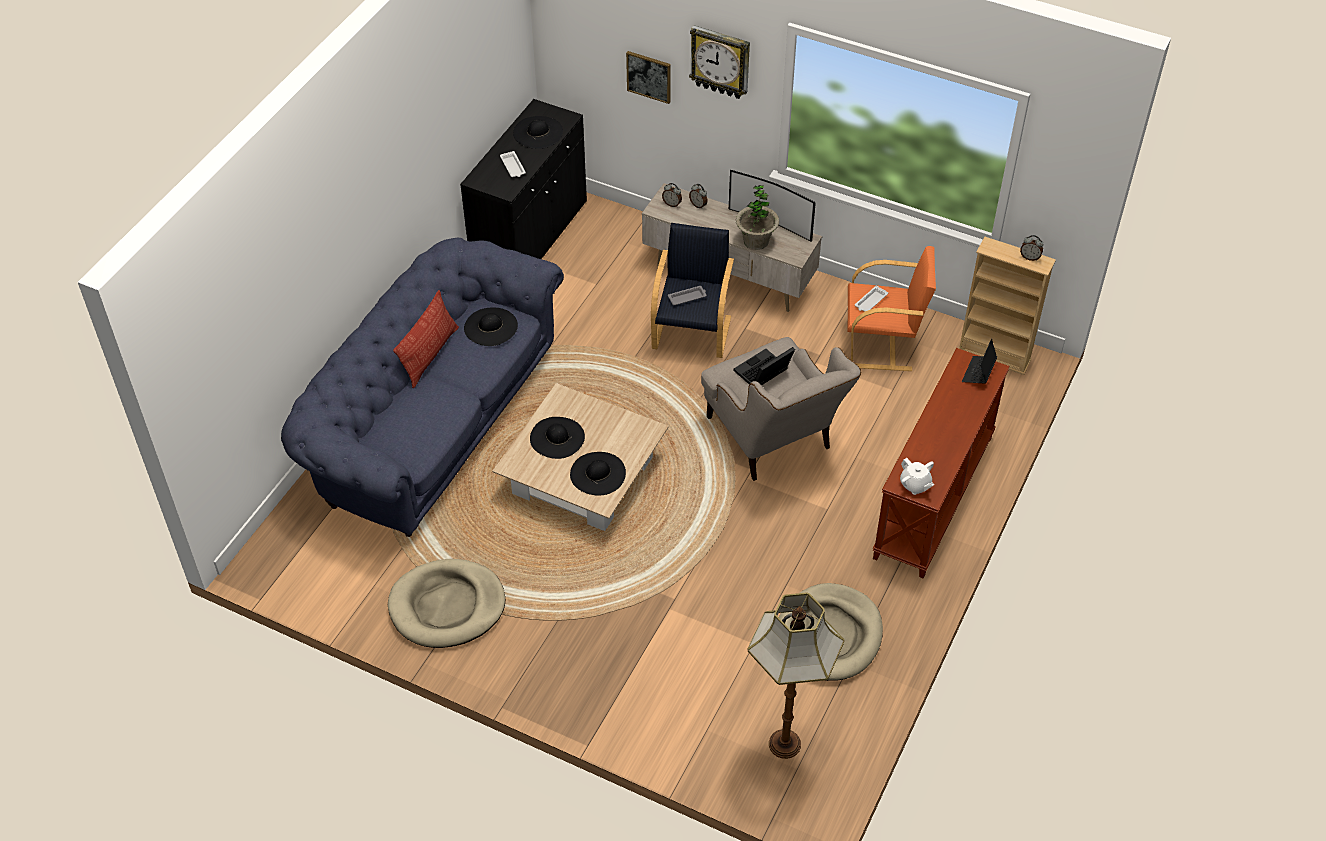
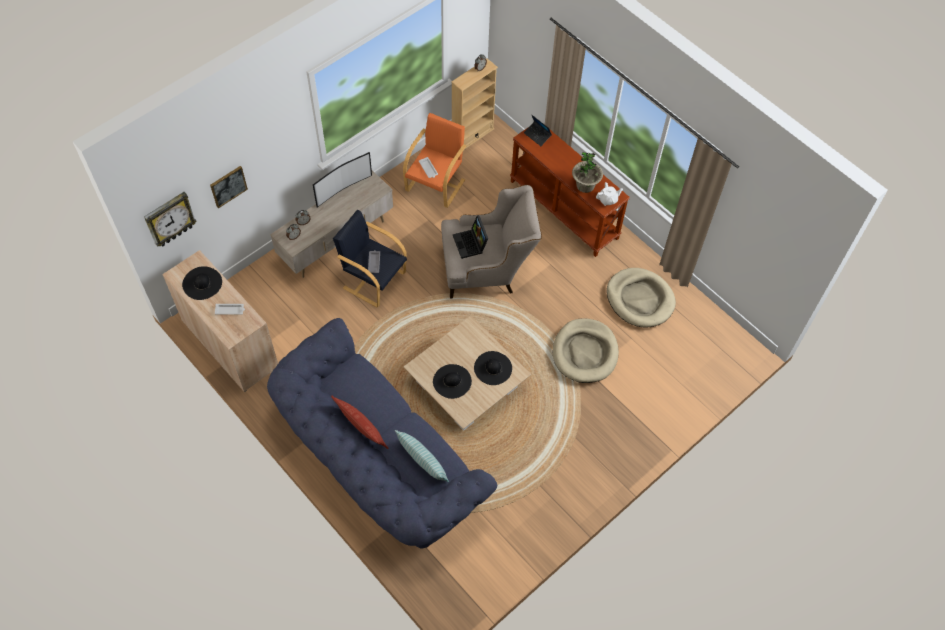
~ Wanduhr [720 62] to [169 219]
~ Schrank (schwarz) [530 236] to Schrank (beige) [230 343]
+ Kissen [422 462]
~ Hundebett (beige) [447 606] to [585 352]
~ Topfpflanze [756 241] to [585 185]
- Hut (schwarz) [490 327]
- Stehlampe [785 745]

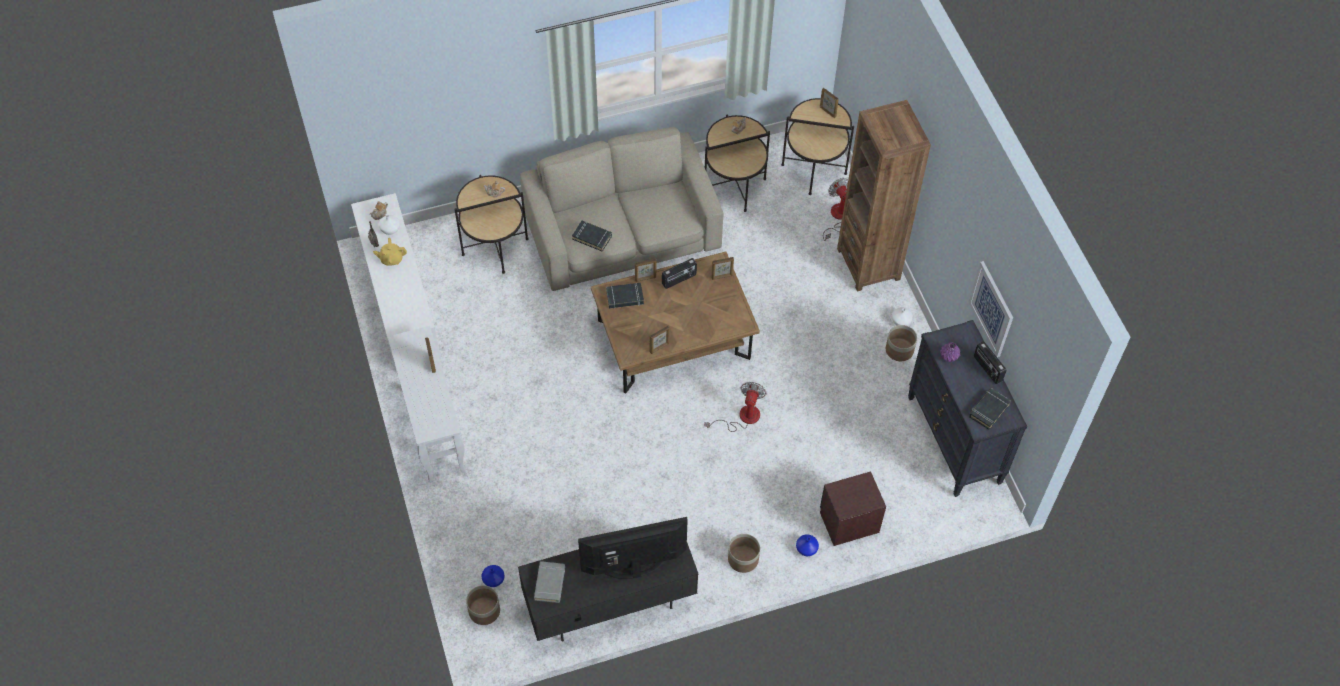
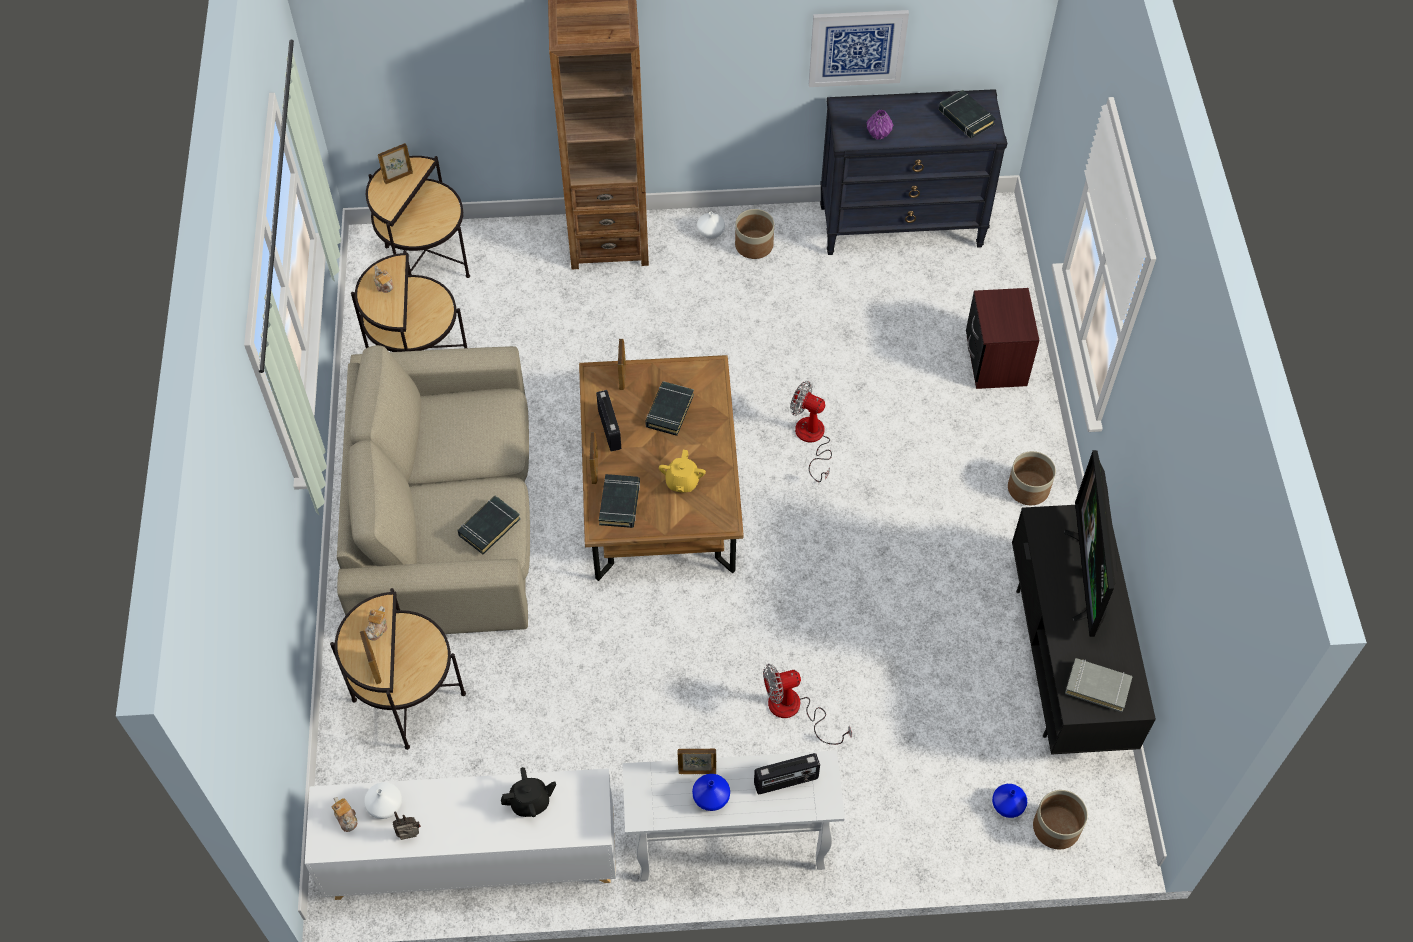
~ Bilderrahmen [659 348] to [374 668]
+ Teekanne (schwarz) [530 802]
+ Buch (schwarz) [669 411]
~ Teekanne (gelb) [391 259] to [682 482]
~ Vase (blau) [806 549] to [712 798]
~ Radio [987 369] to [786 782]
~ Ventilator [837 217] to [794 710]

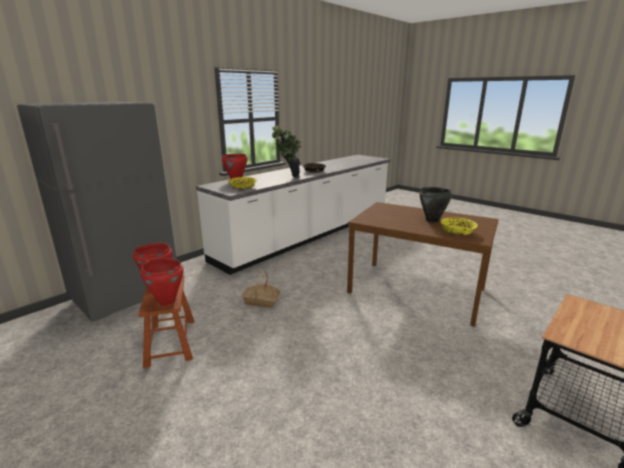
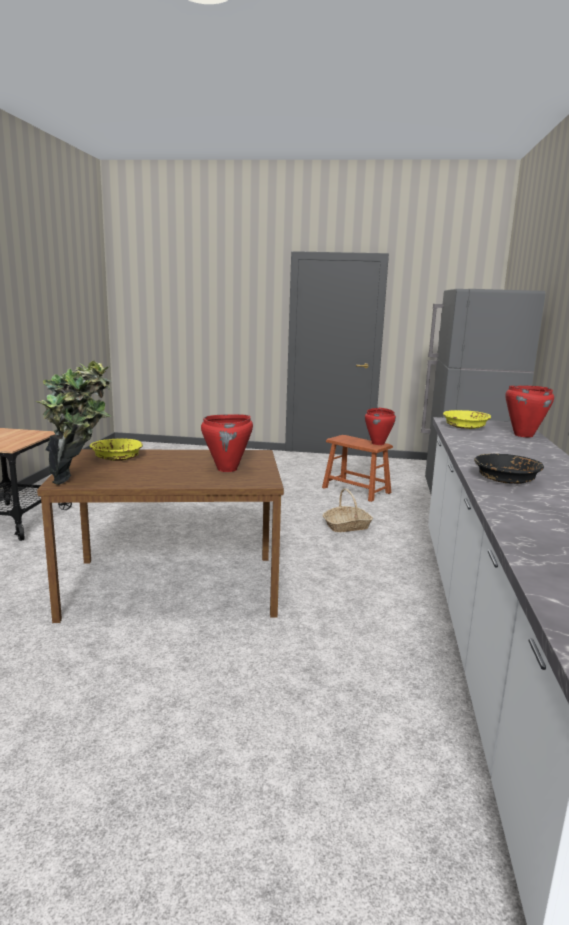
~ Topfpflanze [287 177] to [79 478]
~ Kochtopf (rot) [167 301] to [227 469]
- Kochtopf (schwarz) [432 220]

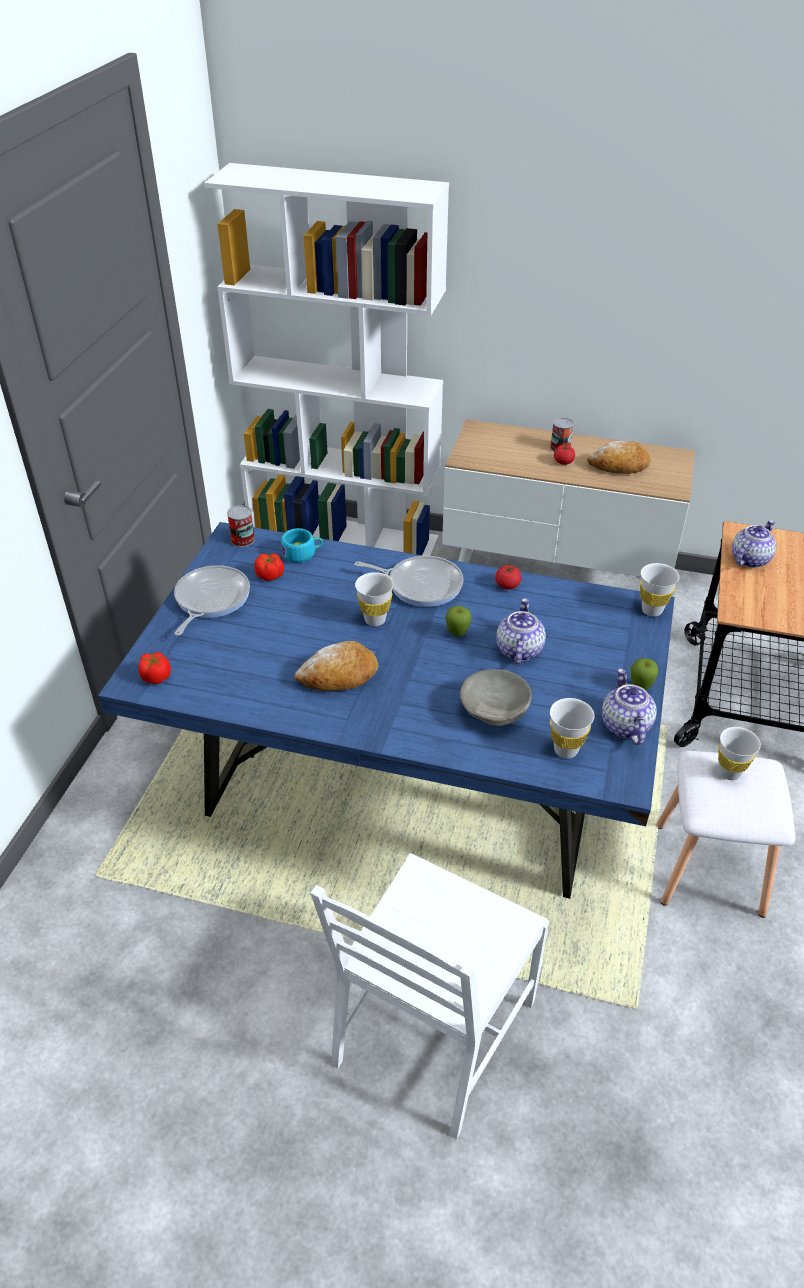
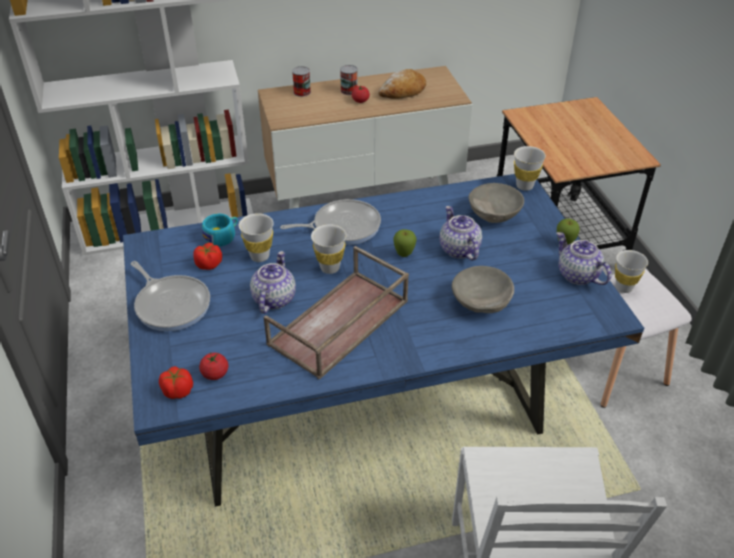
~ Pfanne [210 599] = [171 304] 150 degrees clockwise
~ Tomate [507 585] to [215 374]
~ Tasse (weiß) [566 750] to [259 256]
~ Teekanne [749 559] to [273 298]
~ Brot [339 676] to Tablett (braun) [339 324]
~ Dose [242 539] to [302 92]
+ Schüssel (grau) [495 214]

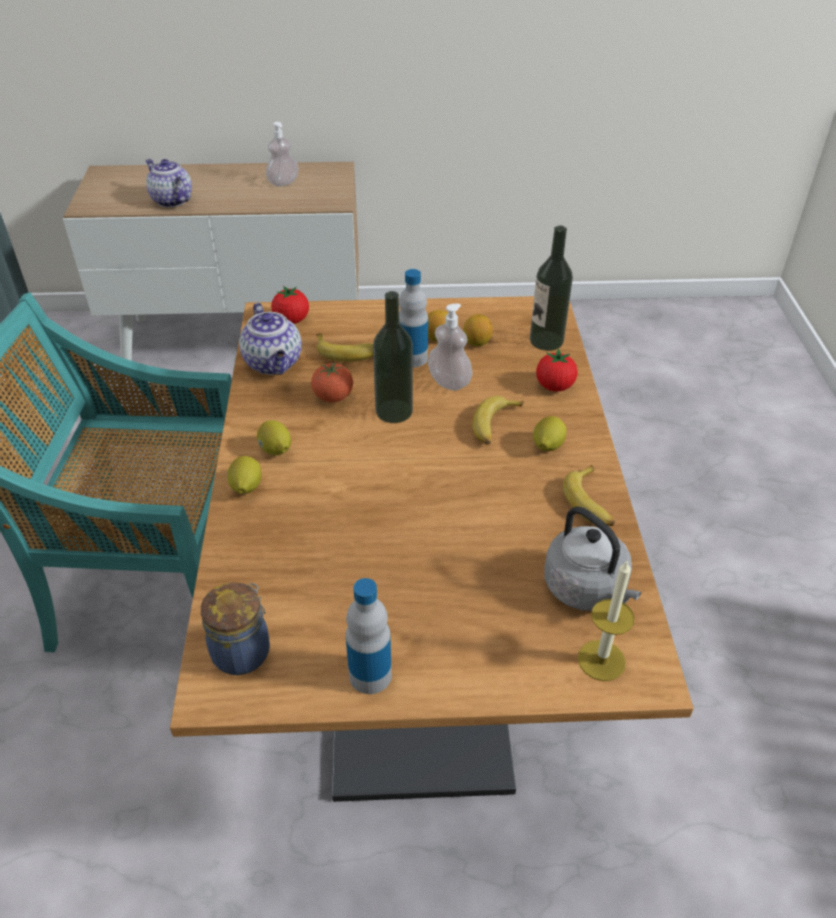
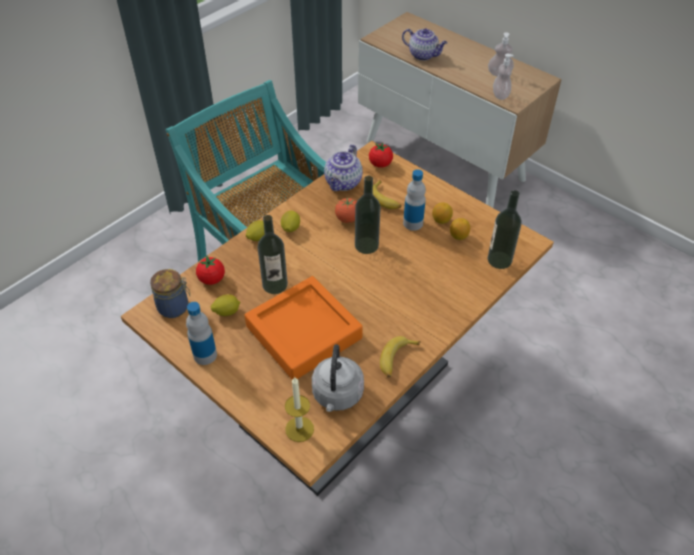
~ Tomate [554 386] to [212 279]
~ Zitrone [547 446] to [227 312]
+ Tablett (orange) [304 332]
+ Flasche [275 285]
~ Teekanne [171 200] = [423 55] 120 degrees clockwise
~ Seifenspender [449 382] to [500 95]
- Banane [494 426]

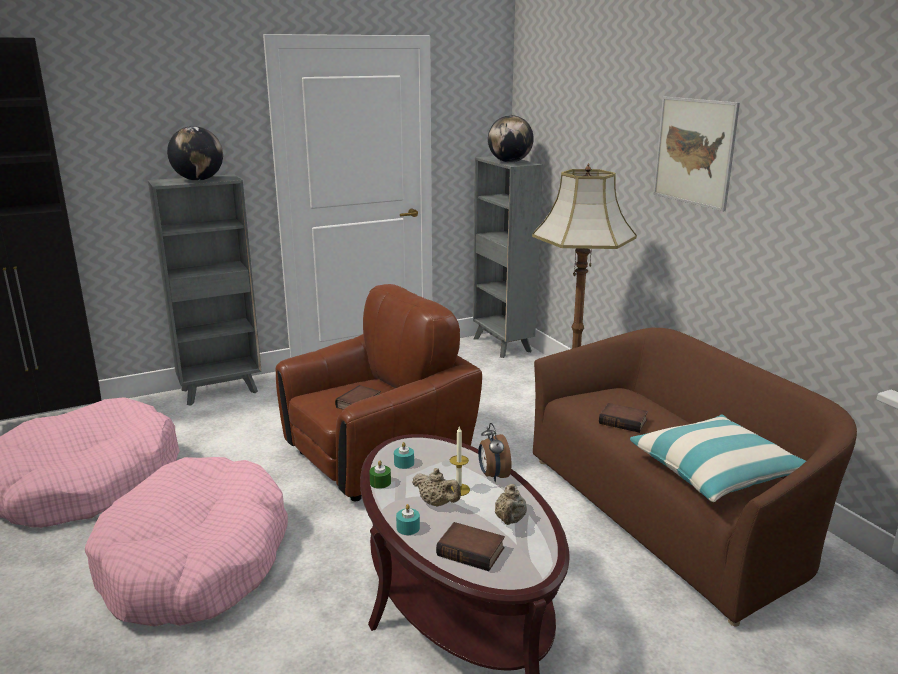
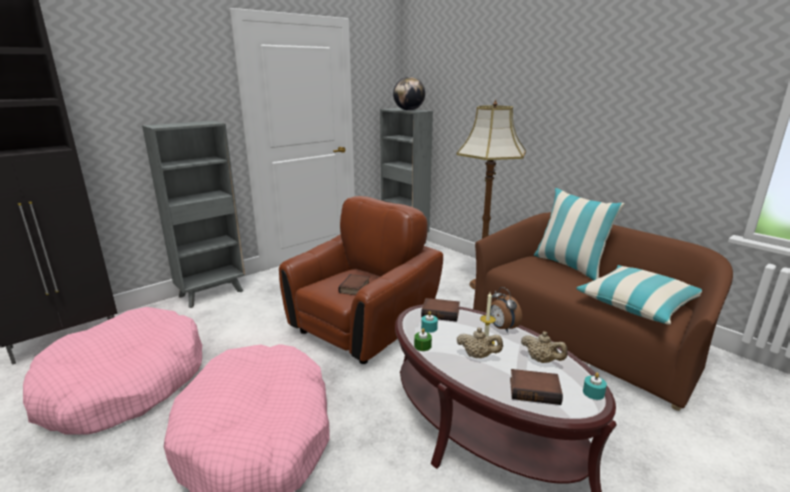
~ Buch [624 421] to [441 313]
~ Teekanne (beige) [510 520] = [542 360] 45 degrees counterclockwise
+ Kissen [569 265]
~ Kerze (türkis) [408 528] to [593 393]
- Globus [198 180]
- Bild [694 152]

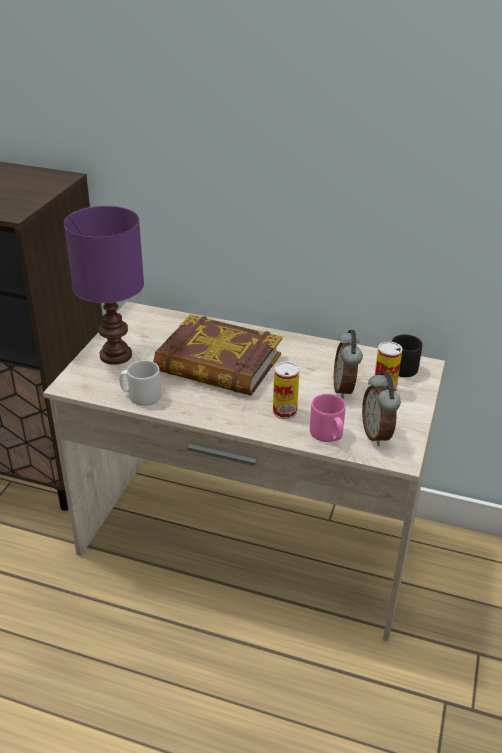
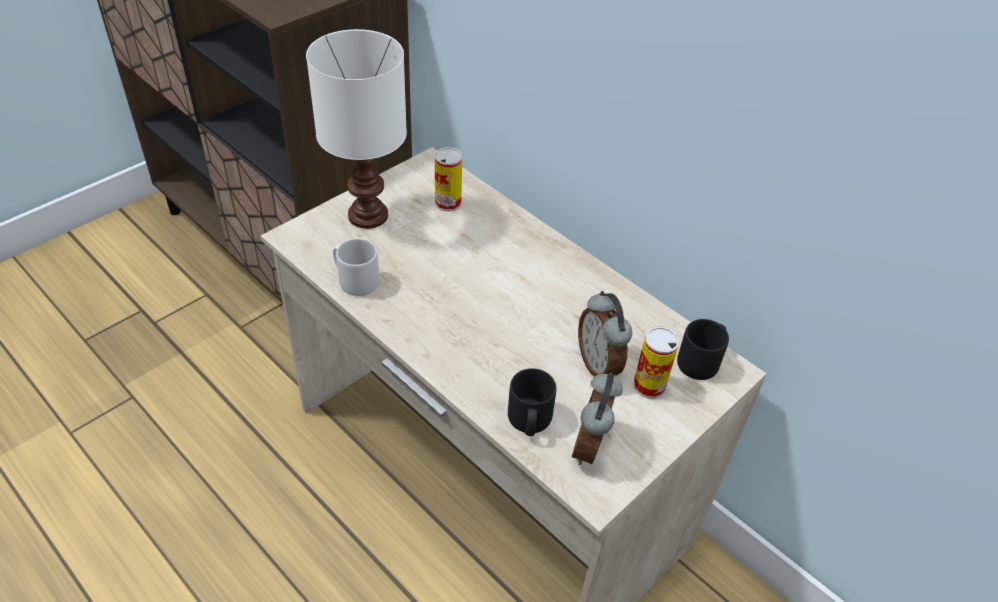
~ Tischlampe (lila) [114 356] to Tischlampe (weiß) [366 216]
~ Dose [284 411] to [448 202]
~ Henkelbecher (rosa) [328 435] to Henkelbecher (schwarz) [529 421]
~ Wecker [345 389] = [599 364] 45 degrees counterclockwise
- Buch [218 364]

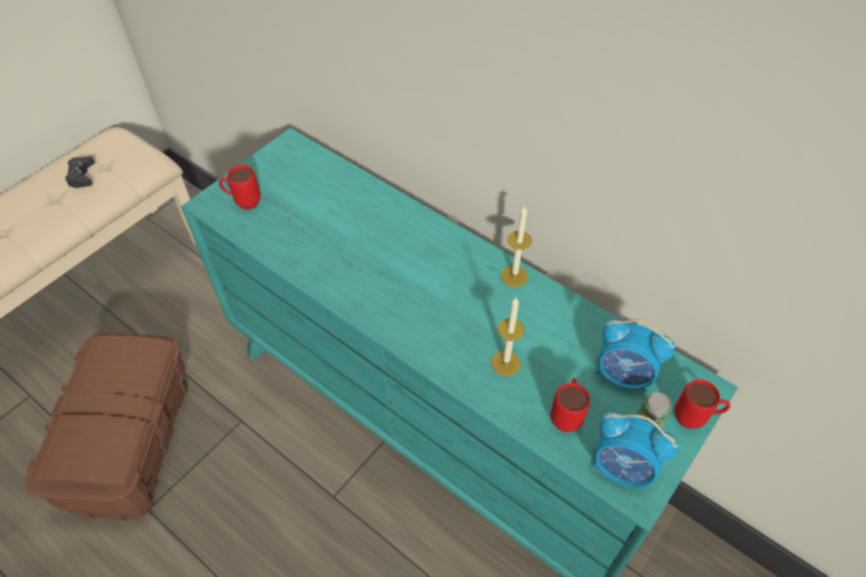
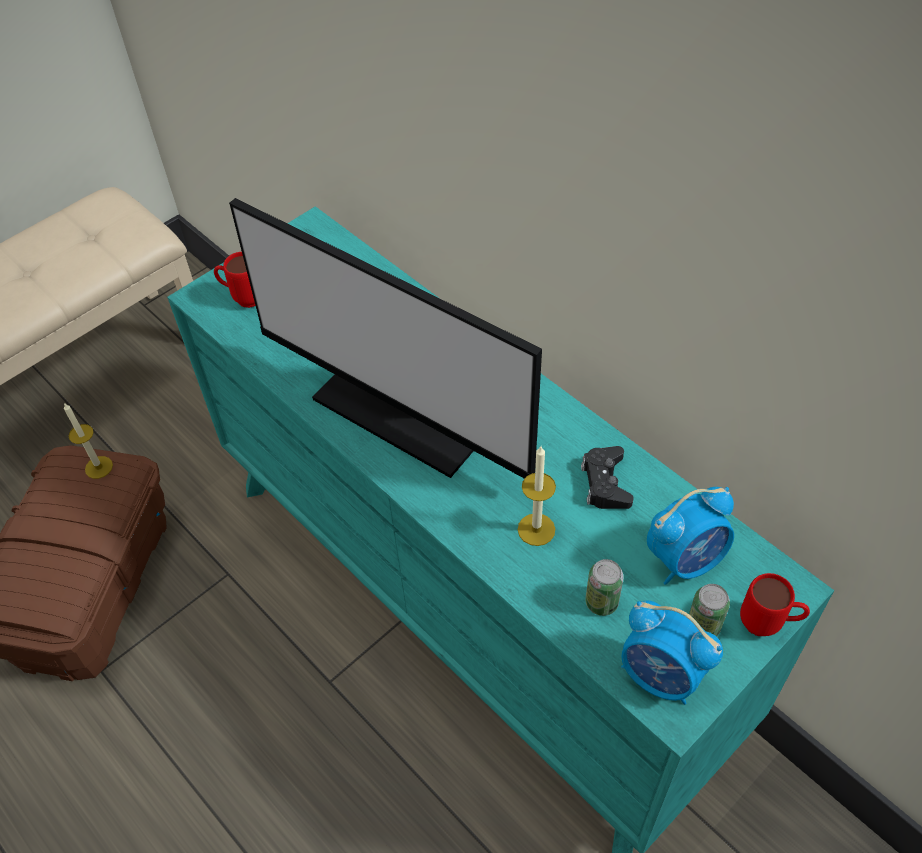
~ Kerze [514 276] to [99 467]
+ Monitor [408 407]
~ Gamepad (schwarz) [82 176] to [605 483]
~ Henkelbecher (rot) [566 415] to Dose [601 602]
~ Wecker [624 375] = [685 559] 60 degrees counterclockwise

